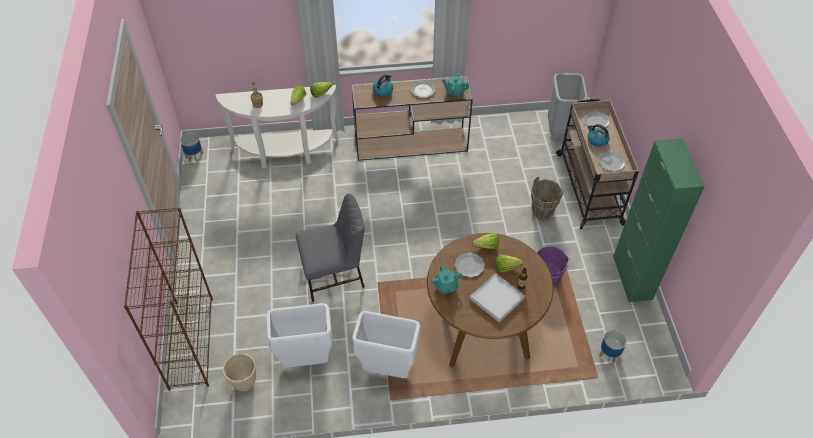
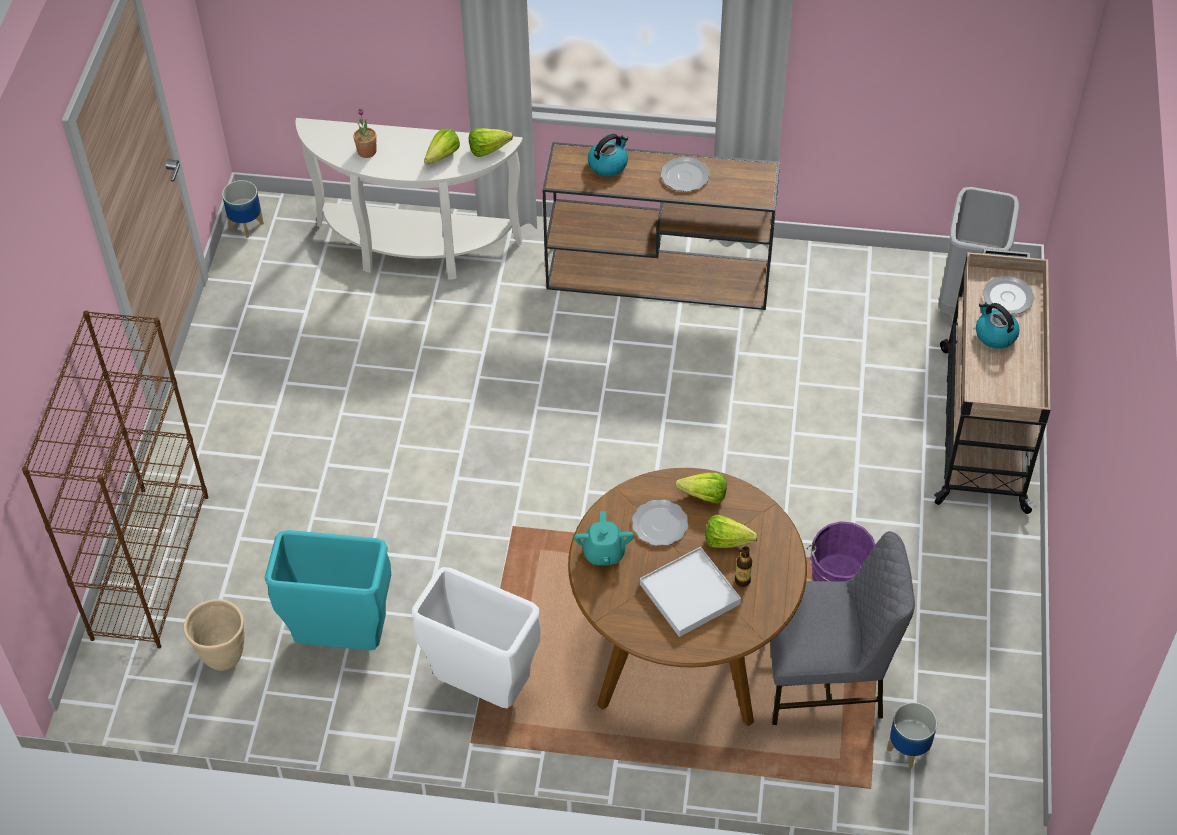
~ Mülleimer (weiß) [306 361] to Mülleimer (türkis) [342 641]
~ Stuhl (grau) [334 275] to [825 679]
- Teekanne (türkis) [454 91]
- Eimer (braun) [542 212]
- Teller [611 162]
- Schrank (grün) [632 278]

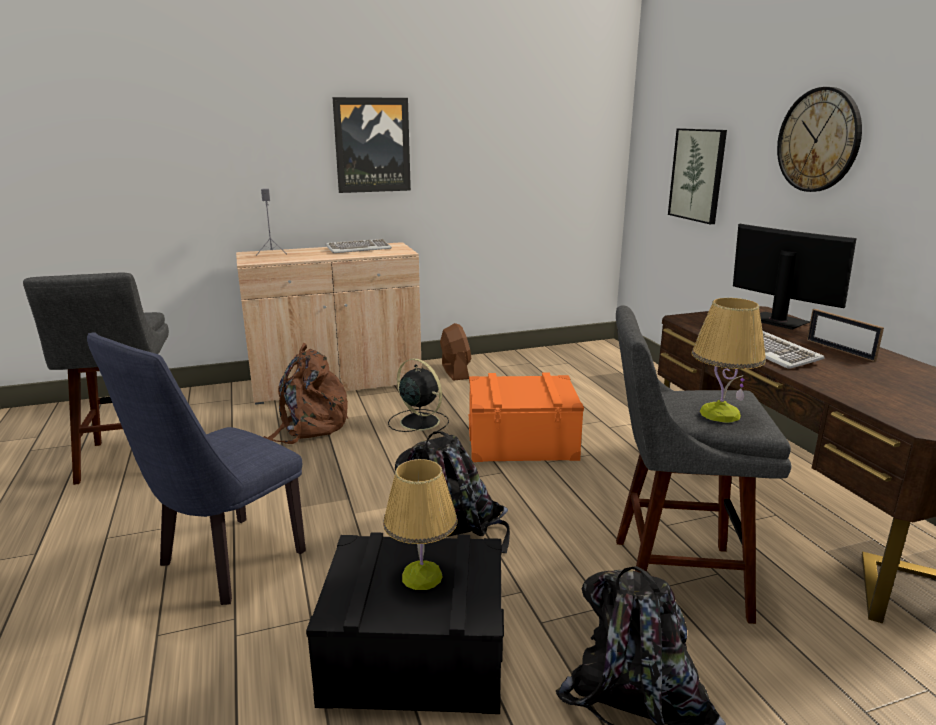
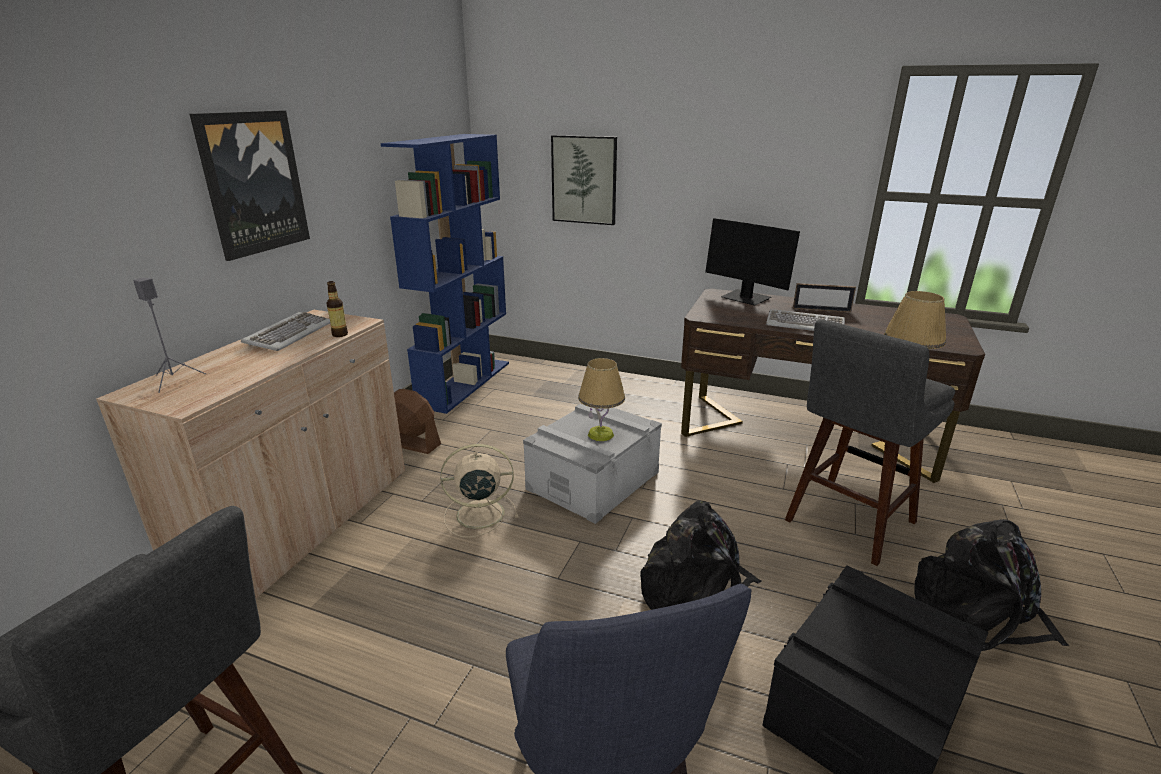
+ Flasche [340 334]
+ Bücherregal (blau) [464 383]
~ Ventilator (schwarz) [418 421] to Ventilator (beige) [478 514]
~ Aufbewahrungsbox (orange) [521 441] to Aufbewahrungsbox (grau) [593 480]
~ Tischlampe [422 577] to [601 434]
~ Monitor [778 321] = [745 298] 135 degrees counterclockwise
- Rucksack (braun) [309 425]
- Wanduhr [818 140]

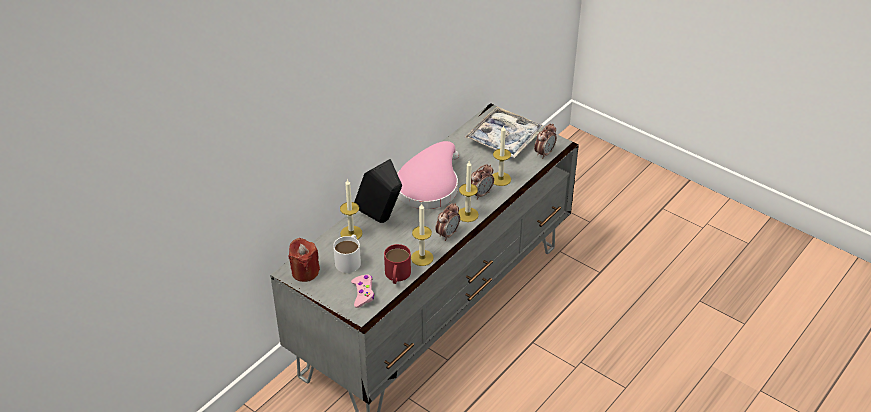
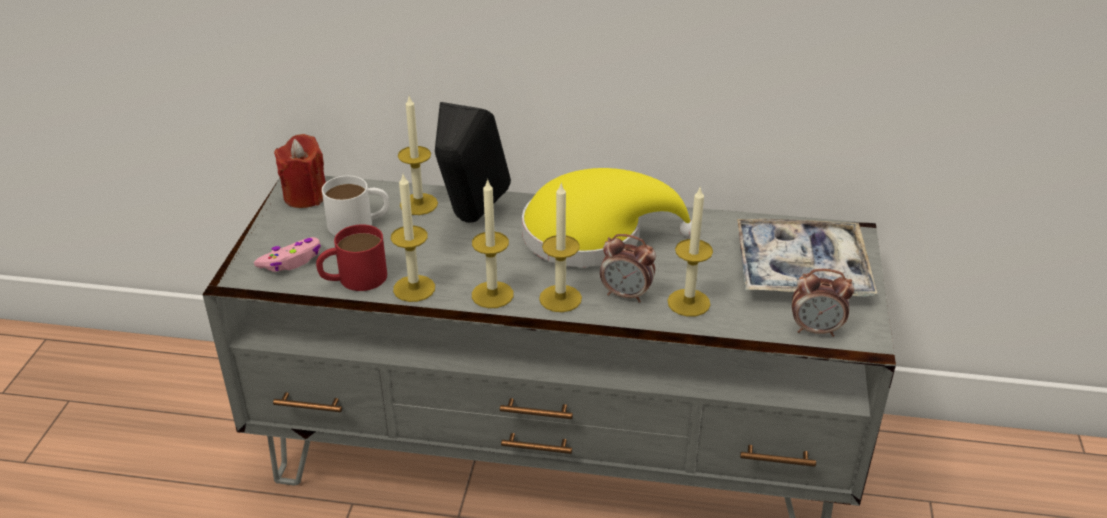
~ Wecker [447 234] to Kerze [492 294]
~ Hut (rosa) [429 186] to Hut (gelb) [593 235]

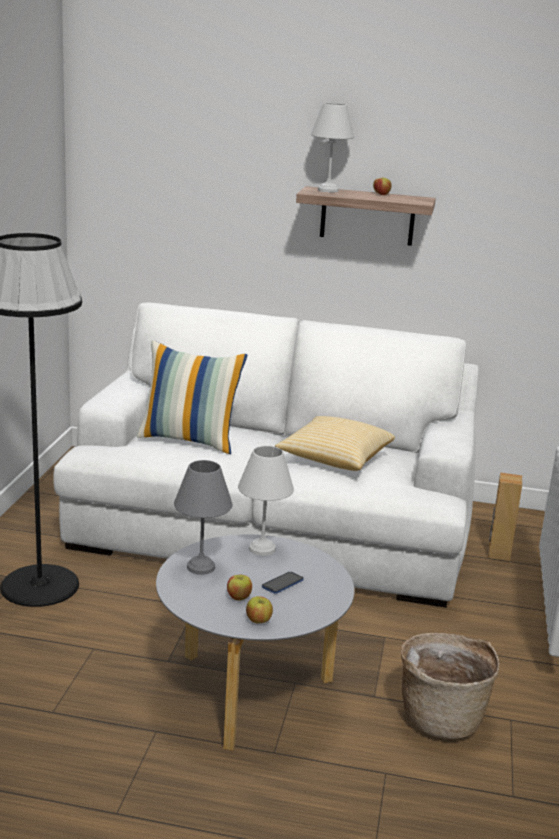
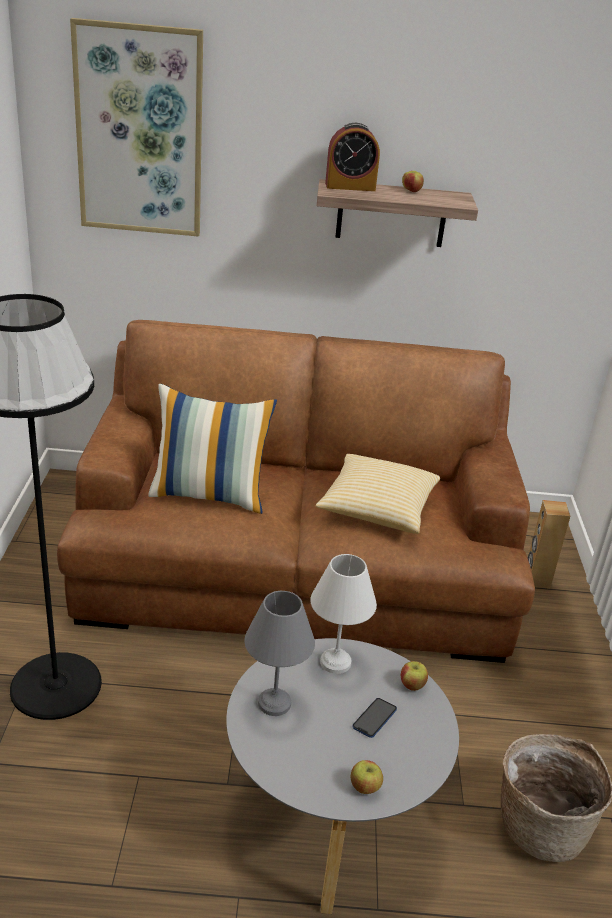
~ Sofa (weiß) [272 525] to Sofa (braun) [296 564]
+ Bild [140 132]
~ Tischlampe (weiß) [328 190] to Wecker [350 187]
~ Apfel [238 597] to [412 685]

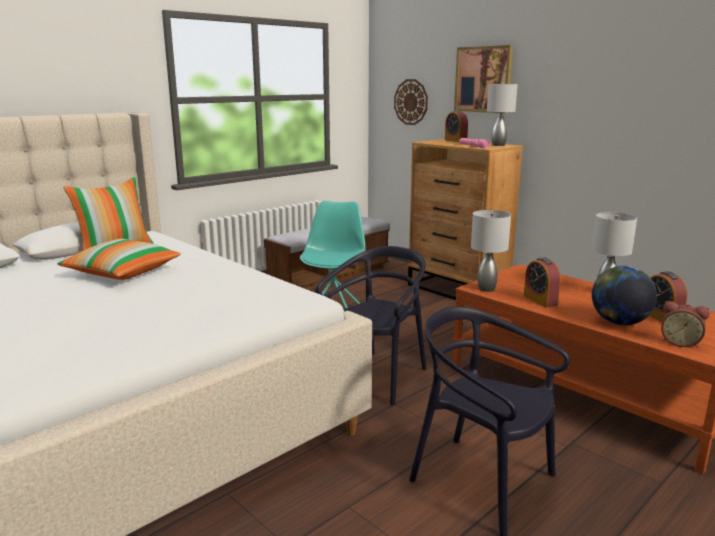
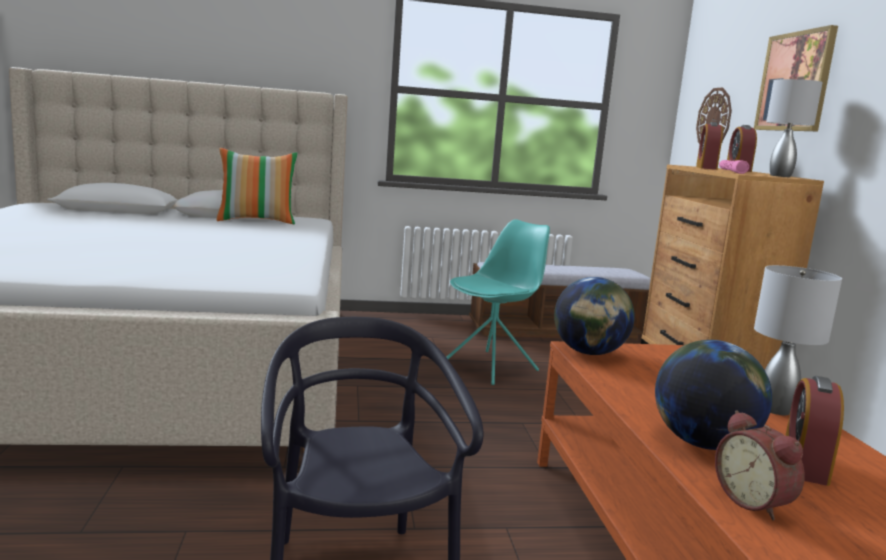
~ Tischlampe (grau) [487 289] to Globus [589 353]
~ Wecker [540 300] to [706 168]
- Kissen [122 273]
- Stuhl (schwarz) [376 377]

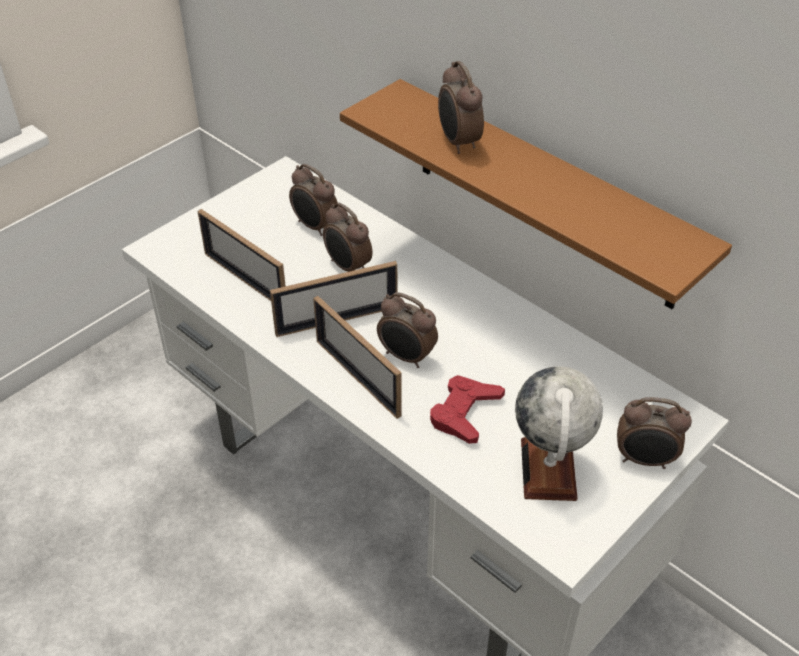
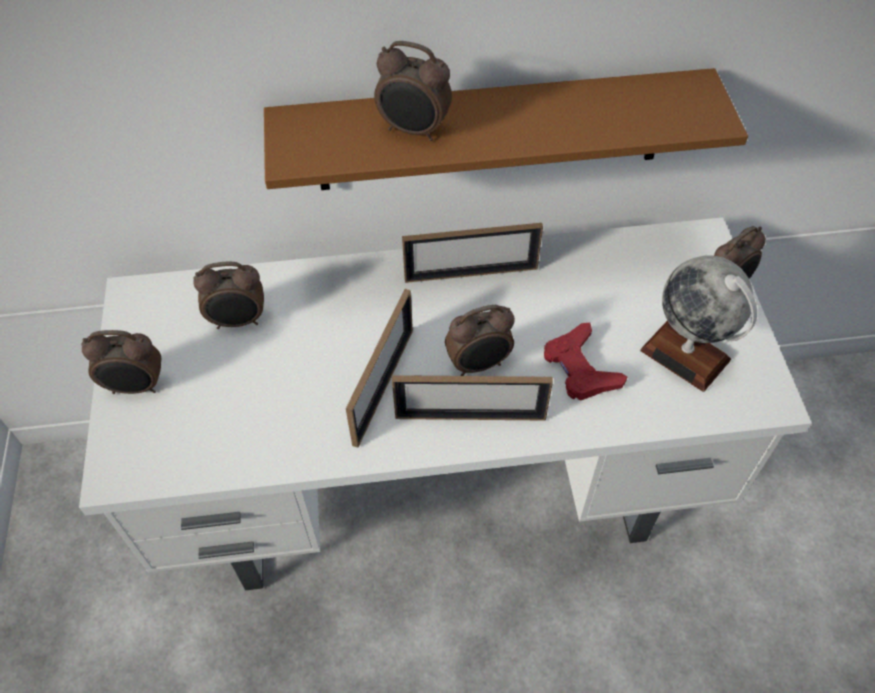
~ Wecker [347 267] to [136 387]
~ Bilderrahmen [245 280] to [471 273]

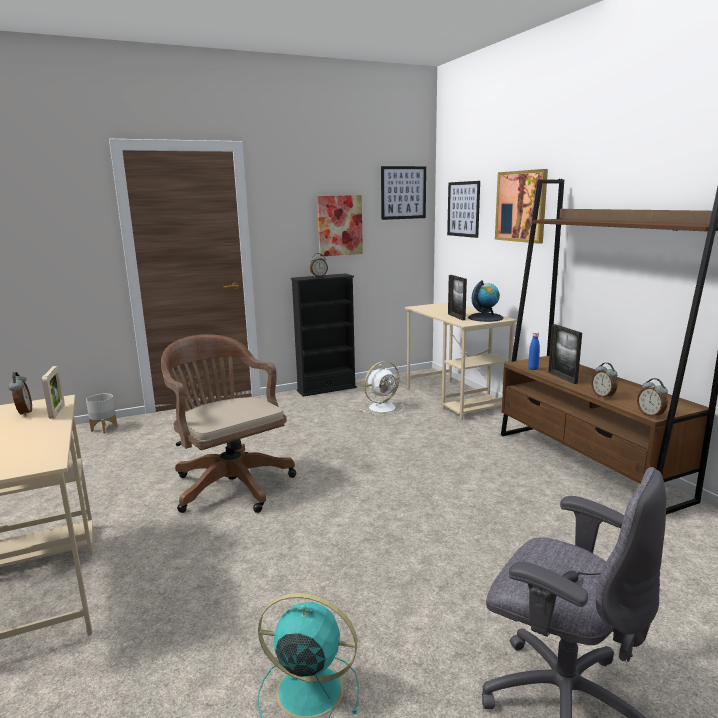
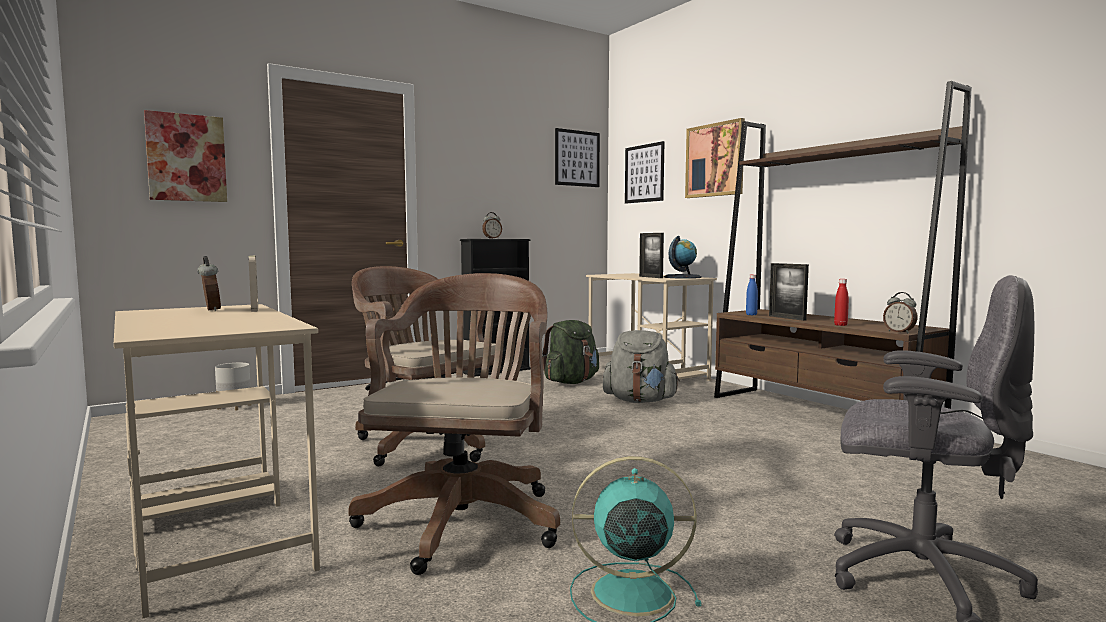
~ Bild [339 225] to [186 158]
+ Bürostuhl (braun) [464 518]
~ Ventilator (weiß) [383 407] to Rucksack (grün) [571 382]
+ Rucksack (grau) [640 401]
~ Wecker [603 396] to Flasche (rot) [840 325]

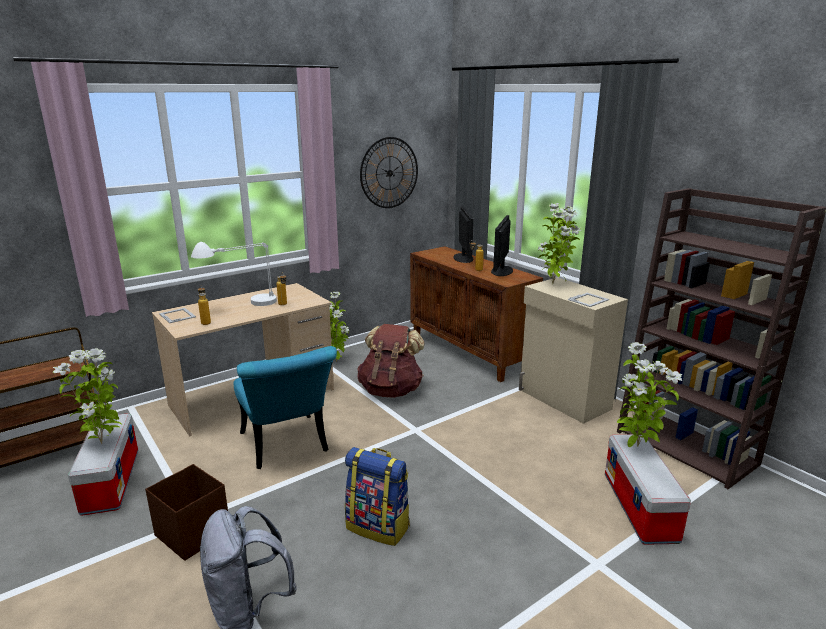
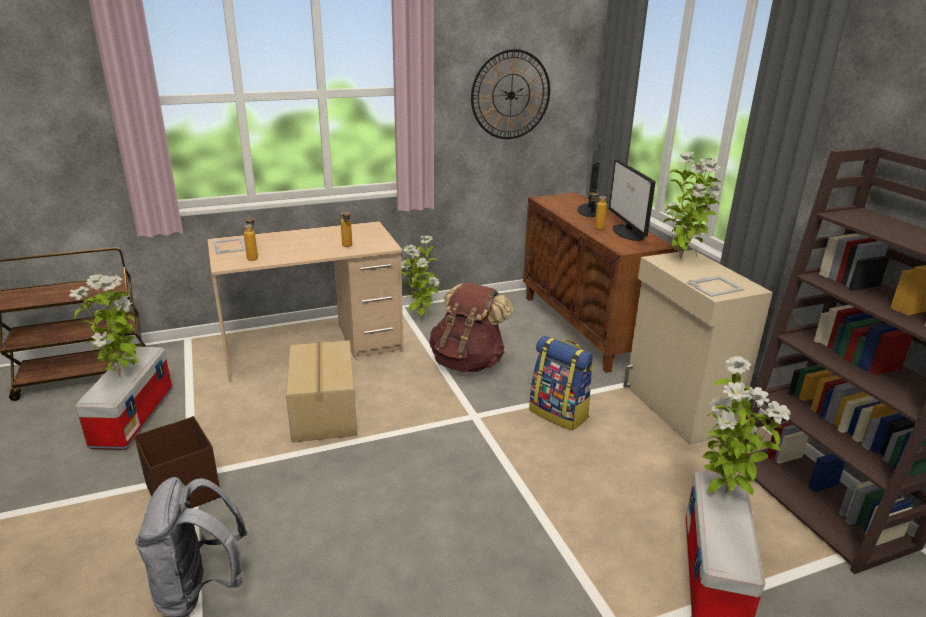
~ Stuhl (türkis) [287 447] to Karton [322 411]
~ Rucksack [379 527] to [559 414]
~ Monitor [501 271] = [628 232] 45 degrees counterclockwise
- Tischlampe (weiß) [241 306]

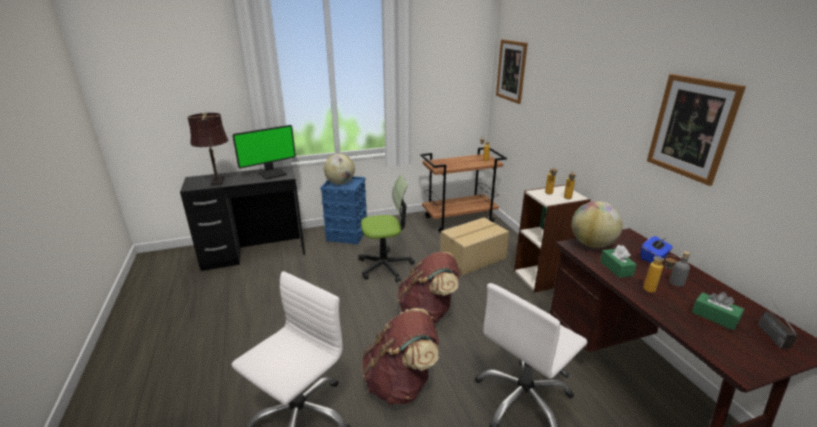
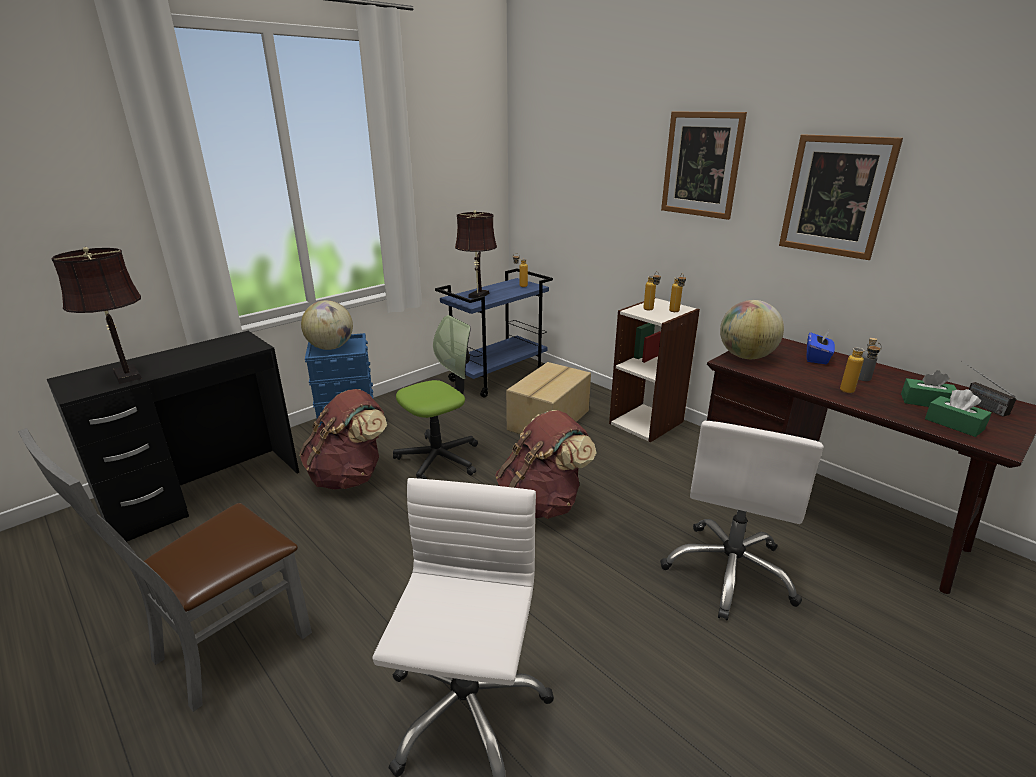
+ Stuhl (grau) [222 649]
~ Rucksack (braun) [401 383] to [350 476]
~ Rollwagen (braun) [459 220] to Rollwagen (blau) [497 376]
+ Tischlampe (braun) [477 296]
~ Bild [511 71] to [701 165]
~ Taschentuchbox (grün) [616 268] to [954 424]
- Monitor [272 173]

